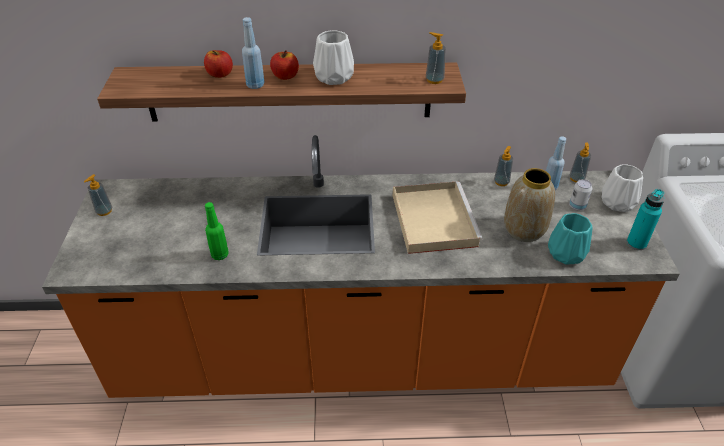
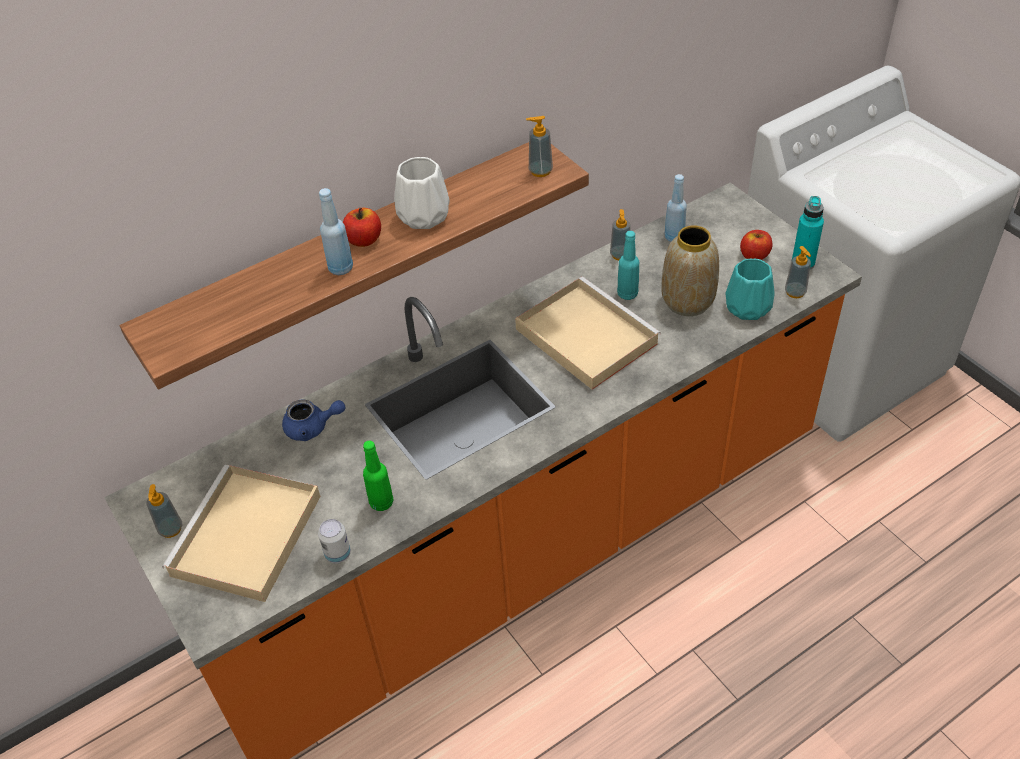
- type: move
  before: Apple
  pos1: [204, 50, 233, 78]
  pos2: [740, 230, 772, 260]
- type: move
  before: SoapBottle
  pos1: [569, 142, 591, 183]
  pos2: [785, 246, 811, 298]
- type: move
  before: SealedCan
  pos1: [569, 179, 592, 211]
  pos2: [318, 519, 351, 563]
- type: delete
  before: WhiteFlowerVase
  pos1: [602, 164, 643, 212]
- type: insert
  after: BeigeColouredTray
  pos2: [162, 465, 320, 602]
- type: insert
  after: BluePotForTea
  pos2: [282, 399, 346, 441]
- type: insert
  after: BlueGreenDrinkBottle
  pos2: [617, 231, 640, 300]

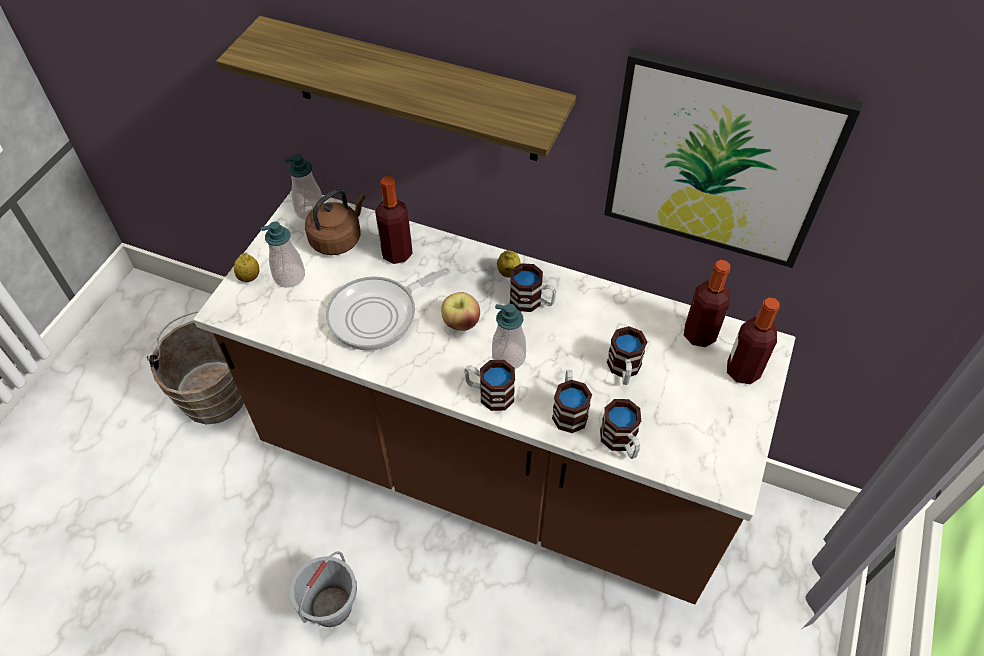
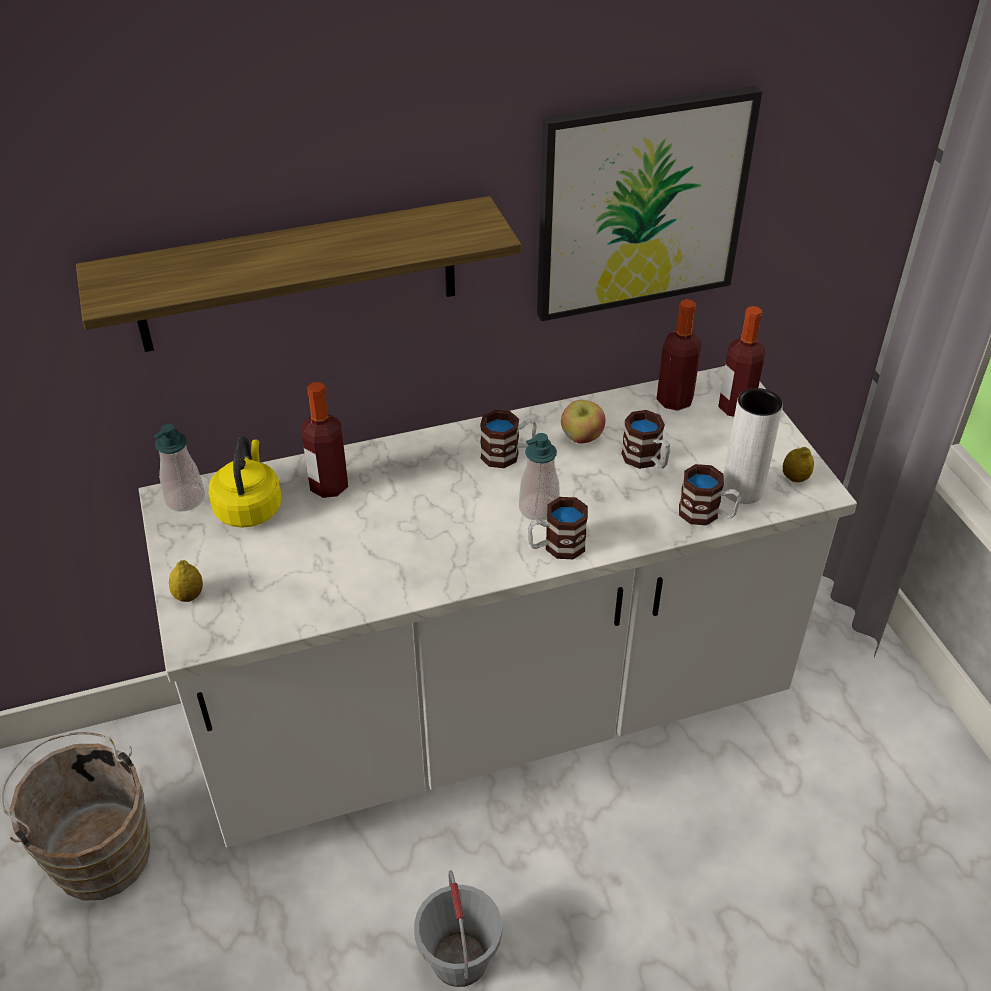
- type: recolor
  before: BrownishKitchenBaseUnit
  after: WhiteKitchenBaseUnit
  pos1: [193, 192, 795, 604]
  pos2: [139, 366, 857, 847]
- type: delete
  before: SoapBottle
  pos1: [261, 221, 305, 288]
- type: recolor
  before: BrownishKettle
  after: YellowColouredKettle
  pos1: [305, 189, 366, 255]
  pos2: [209, 436, 282, 528]
- type: delete
  before: Pan
  pos1: [326, 267, 450, 351]
- type: move
  before: Apple
  pos1: [441, 292, 480, 331]
  pos2: [561, 400, 606, 444]
- type: move
  before: Lemon
  pos1: [497, 250, 521, 278]
  pos2: [783, 447, 814, 482]
- type: delete
  before: TeaMug
  pos1: [552, 370, 592, 433]
- type: insert
  after: WhiteFlowerVase
  pos2: [722, 388, 783, 504]

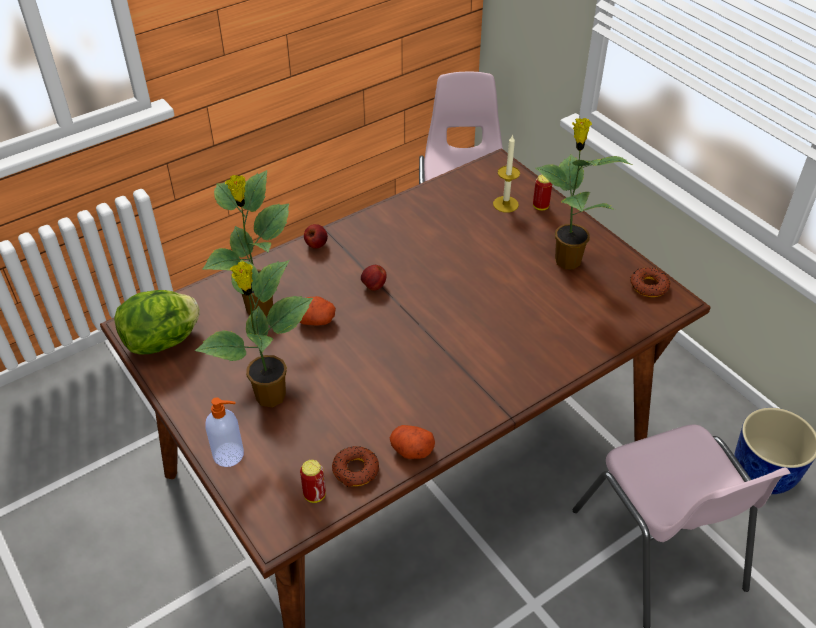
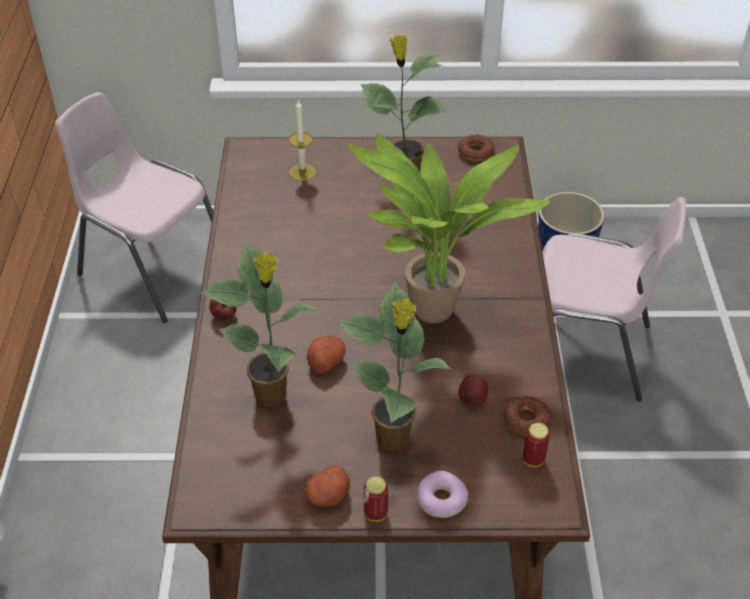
- type: delete
  before: Lettuce
  pos1: [114, 290, 200, 355]
- type: replace
  before: SoapBottle
  after: RingDoughnut
  pos1: [205, 397, 244, 467]
  pos2: [417, 471, 469, 518]
- type: move
  before: Apple
  pos1: [361, 265, 387, 291]
  pos2: [459, 375, 488, 405]
- type: move
  before: Spud
  pos1: [390, 425, 435, 459]
  pos2: [305, 465, 350, 507]
- type: move
  before: SealedCan
  pos1: [533, 174, 552, 210]
  pos2: [363, 476, 388, 522]
- type: insert
  after: PlantInAPot
  pos2: [348, 133, 551, 323]

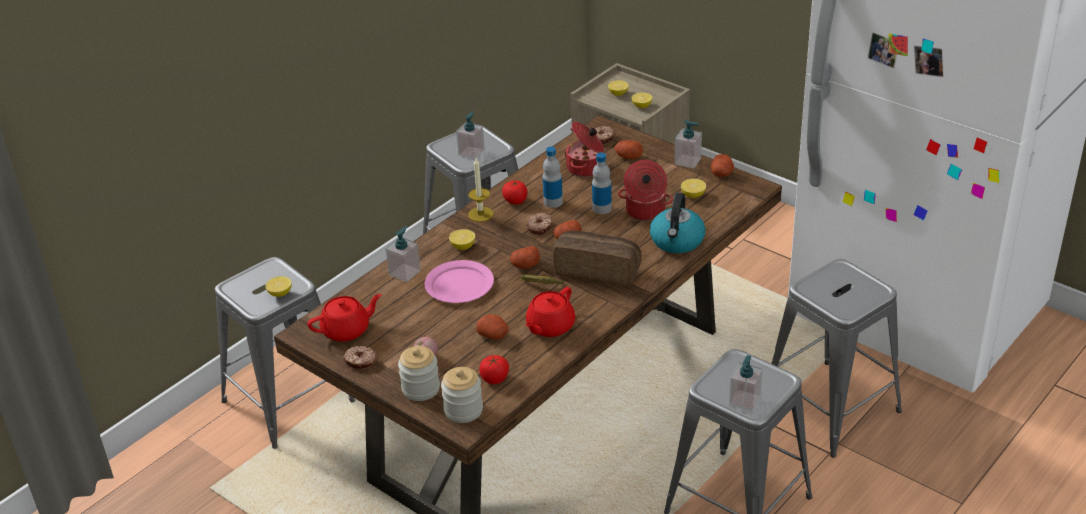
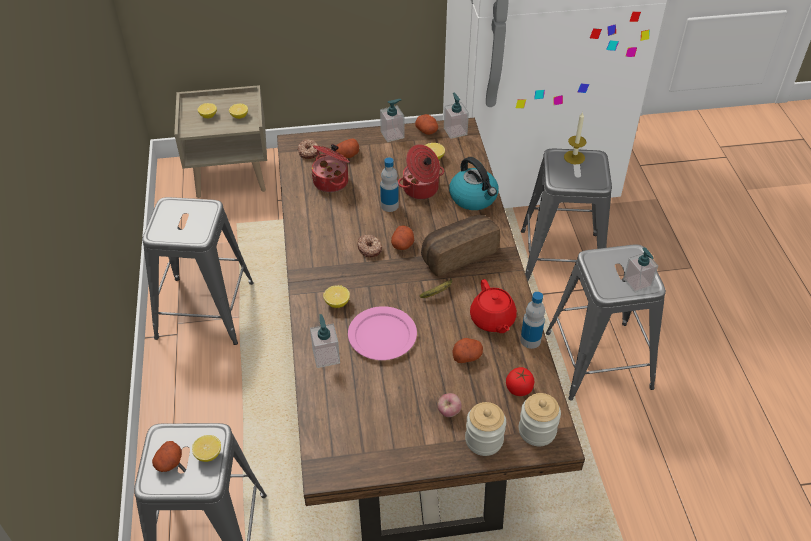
- type: delete
  before: RedPotForTea
  pos1: [307, 294, 382, 342]
- type: delete
  before: RingDoughnut
  pos1: [343, 346, 377, 369]
- type: move
  before: SoapBottle
  pos1: [456, 111, 485, 160]
  pos2: [444, 93, 469, 139]
- type: move
  before: WaxCandle
  pos1: [468, 158, 493, 222]
  pos2: [564, 112, 586, 164]
- type: delete
  before: Tomato
  pos1: [502, 180, 527, 204]
- type: move
  before: Spud
  pos1: [510, 246, 540, 269]
  pos2: [152, 441, 182, 472]
- type: move
  before: DrinkBottle
  pos1: [543, 147, 563, 208]
  pos2: [520, 292, 545, 349]

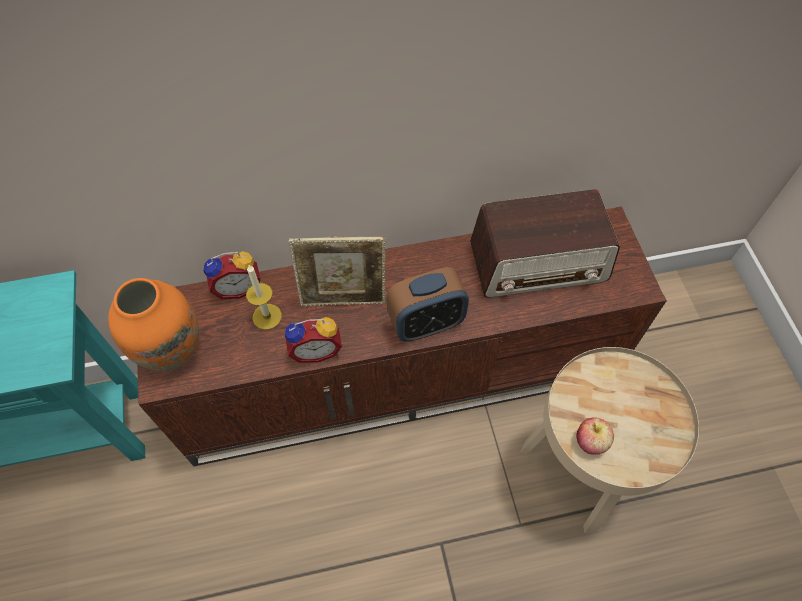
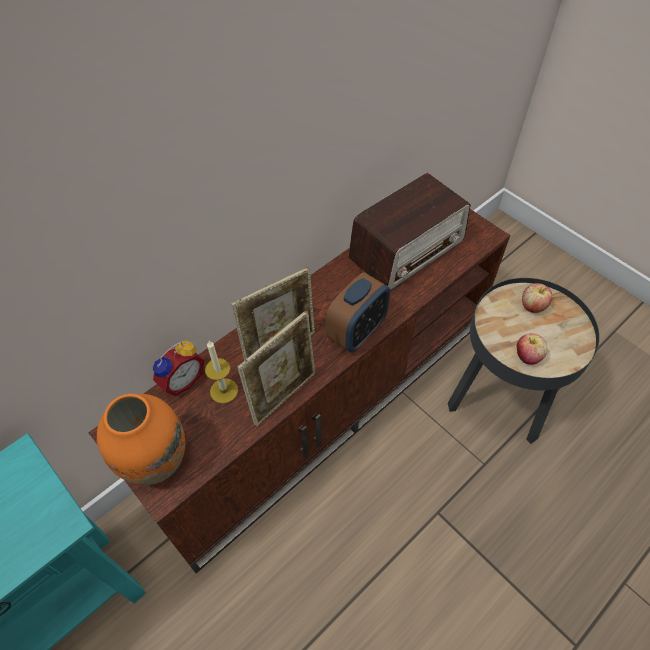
- type: replace
  before: BedsideClock
  after: PictureFrame
  pos1: [285, 317, 342, 363]
  pos2: [237, 311, 315, 427]
- type: recolor
  before: BeigeColouredAccentTable
  after: BlackAccentTable
  pos1: [521, 347, 699, 533]
  pos2: [448, 278, 600, 444]
- type: insert
  after: Apple
  pos2: [522, 283, 552, 313]

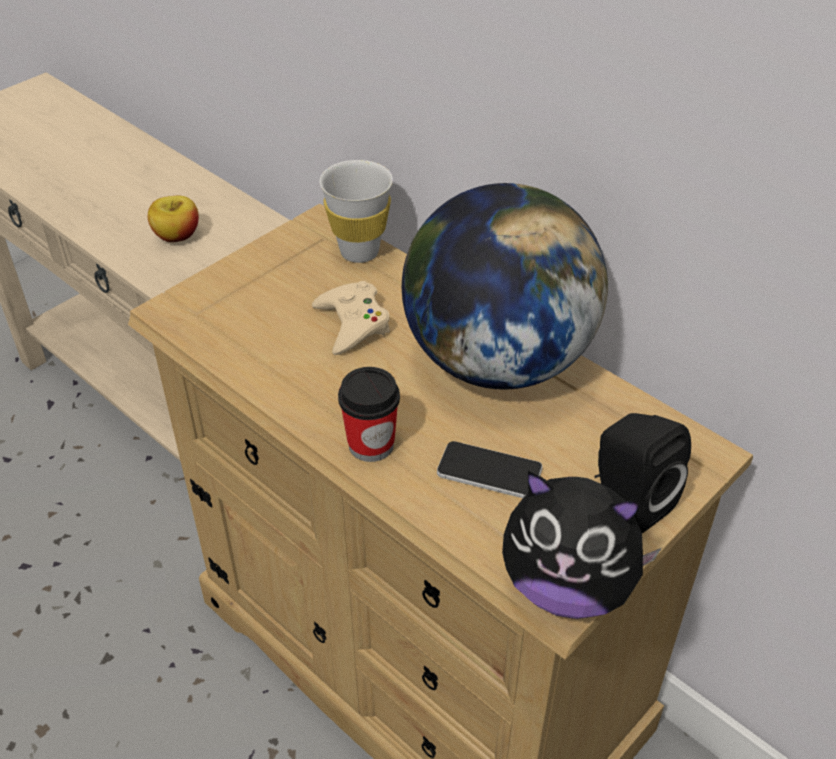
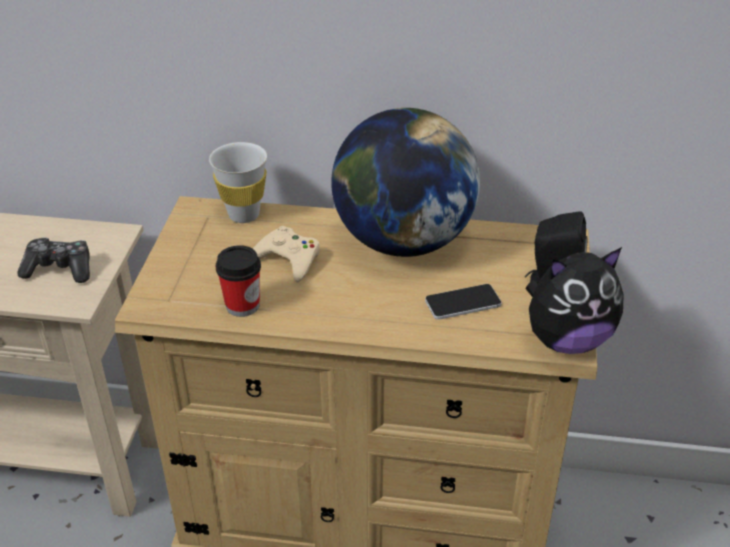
- type: replace
  before: Apple
  after: Joypad
  pos1: [148, 196, 199, 242]
  pos2: [17, 237, 90, 283]
- type: move
  before: SmallCup
  pos1: [338, 367, 400, 462]
  pos2: [215, 245, 261, 317]

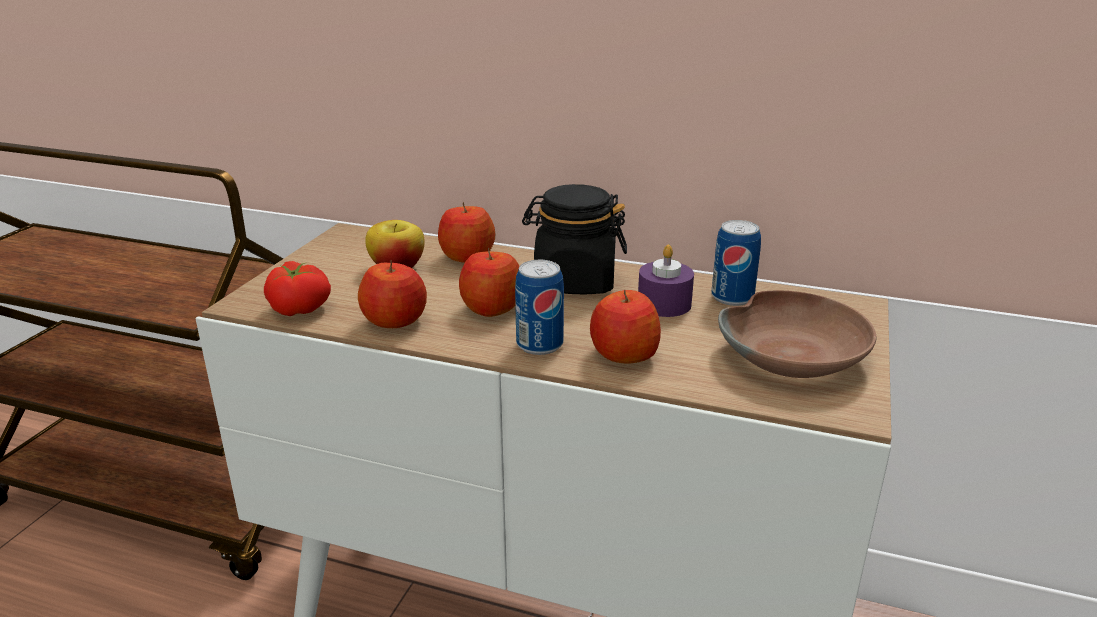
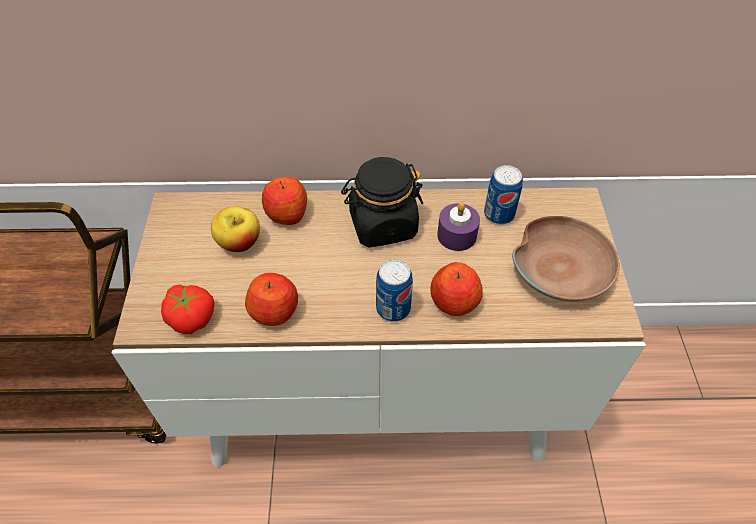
- type: delete
  before: Apple
  pos1: [459, 248, 519, 317]

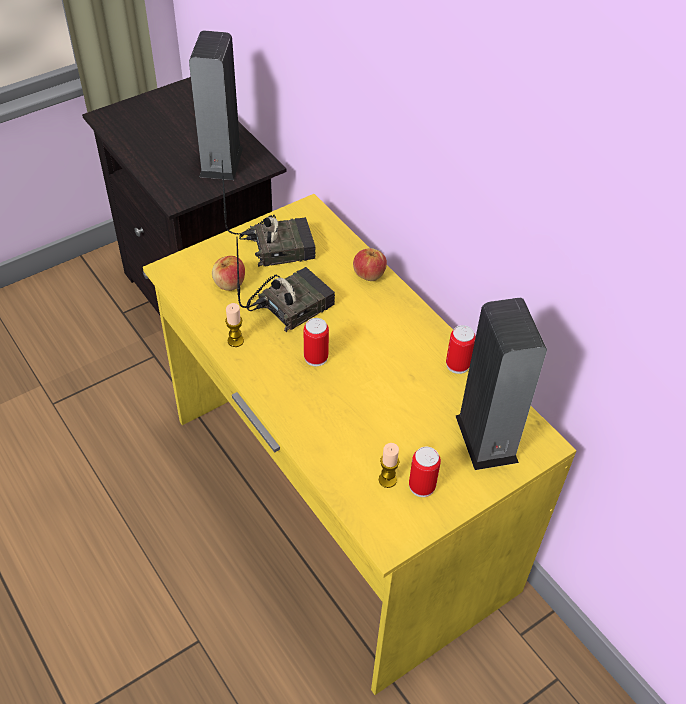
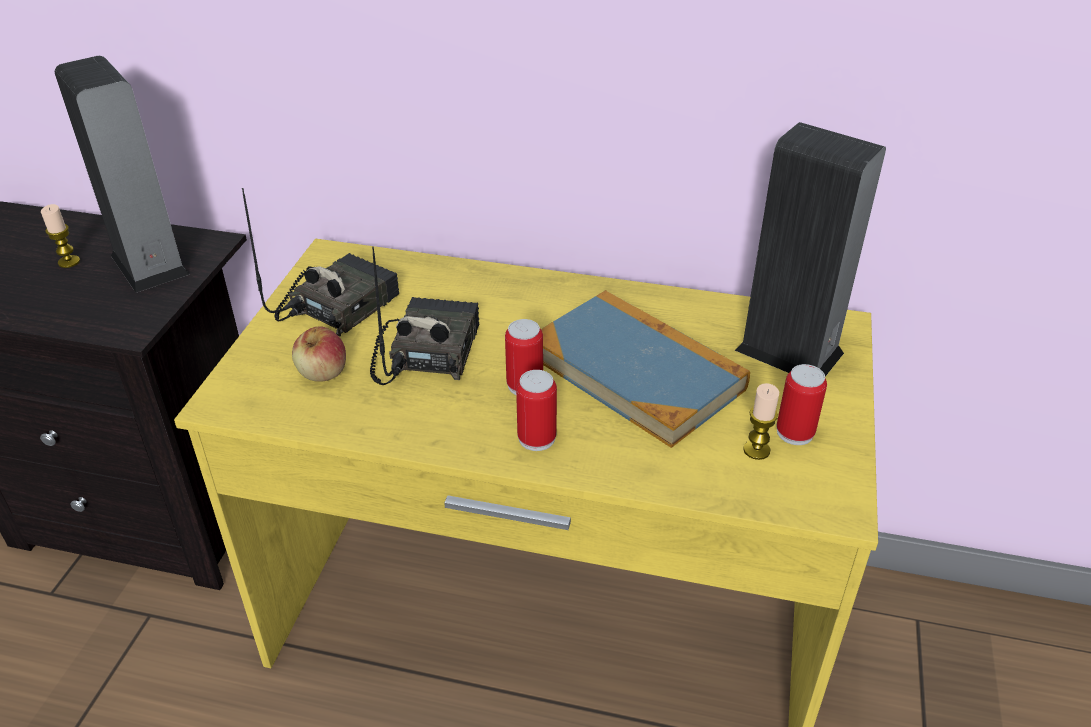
- type: move
  before: WaxCandle
  pos1: [225, 303, 244, 347]
  pos2: [41, 204, 80, 268]
- type: delete
  before: Apple
  pos1: [353, 248, 387, 281]
- type: move
  before: SealedCan
  pos1: [446, 325, 476, 374]
  pos2: [516, 370, 557, 451]
- type: insert
  after: Book
  pos2: [541, 290, 750, 448]

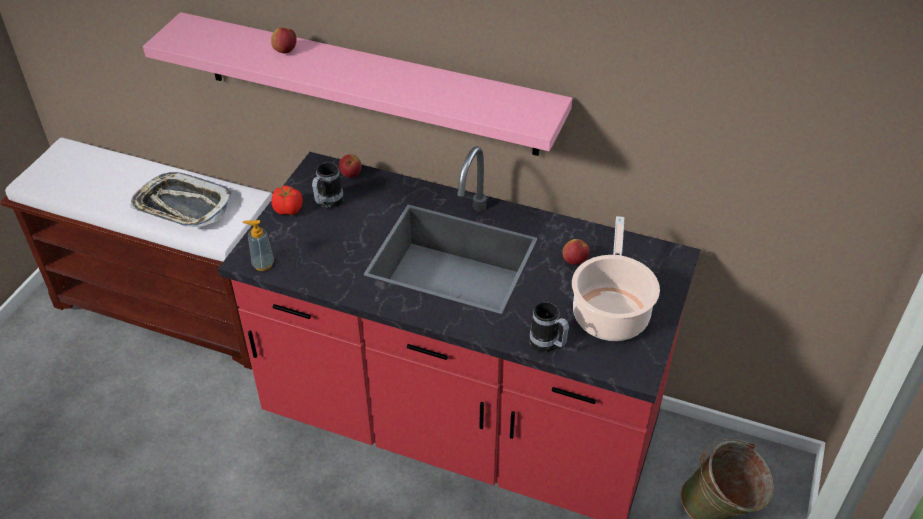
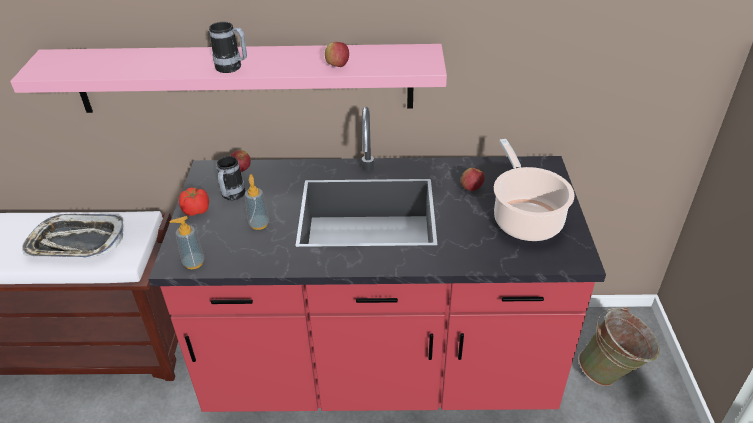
- type: move
  before: Apple
  pos1: [271, 28, 297, 54]
  pos2: [325, 42, 349, 67]
- type: move
  before: TeaMug
  pos1: [530, 301, 569, 353]
  pos2: [209, 22, 247, 73]
- type: insert
  after: SoapBottle
  pos2: [245, 174, 269, 230]

